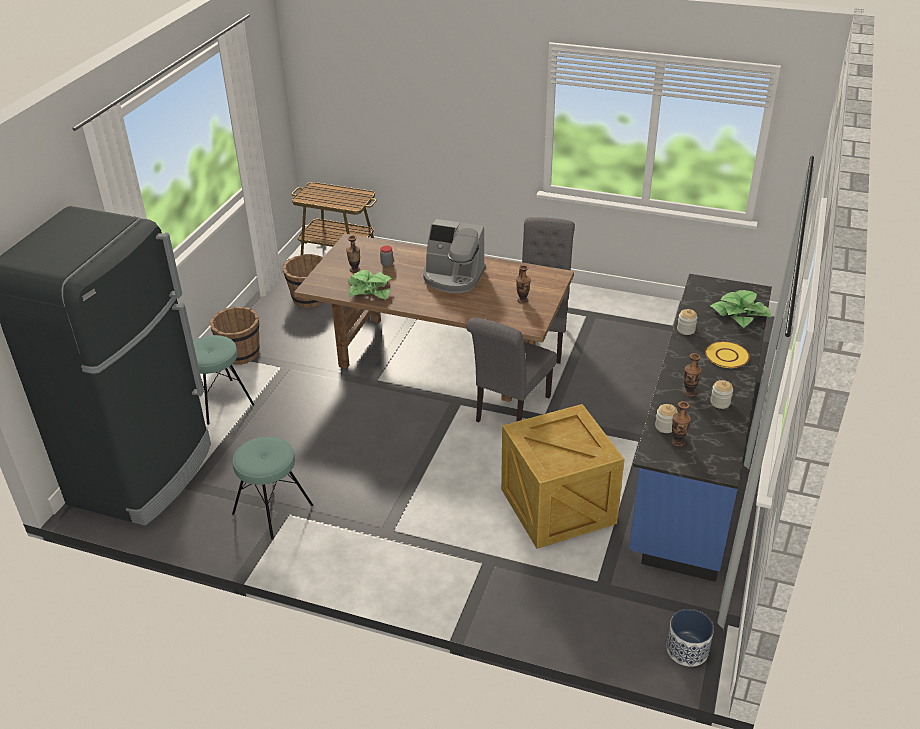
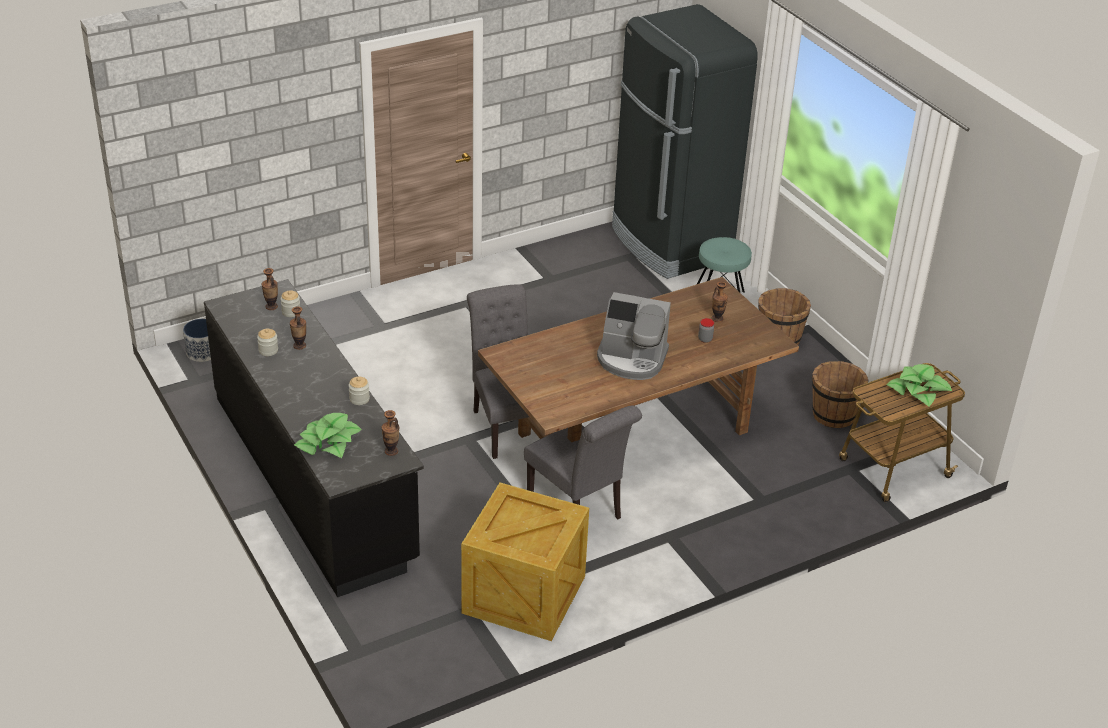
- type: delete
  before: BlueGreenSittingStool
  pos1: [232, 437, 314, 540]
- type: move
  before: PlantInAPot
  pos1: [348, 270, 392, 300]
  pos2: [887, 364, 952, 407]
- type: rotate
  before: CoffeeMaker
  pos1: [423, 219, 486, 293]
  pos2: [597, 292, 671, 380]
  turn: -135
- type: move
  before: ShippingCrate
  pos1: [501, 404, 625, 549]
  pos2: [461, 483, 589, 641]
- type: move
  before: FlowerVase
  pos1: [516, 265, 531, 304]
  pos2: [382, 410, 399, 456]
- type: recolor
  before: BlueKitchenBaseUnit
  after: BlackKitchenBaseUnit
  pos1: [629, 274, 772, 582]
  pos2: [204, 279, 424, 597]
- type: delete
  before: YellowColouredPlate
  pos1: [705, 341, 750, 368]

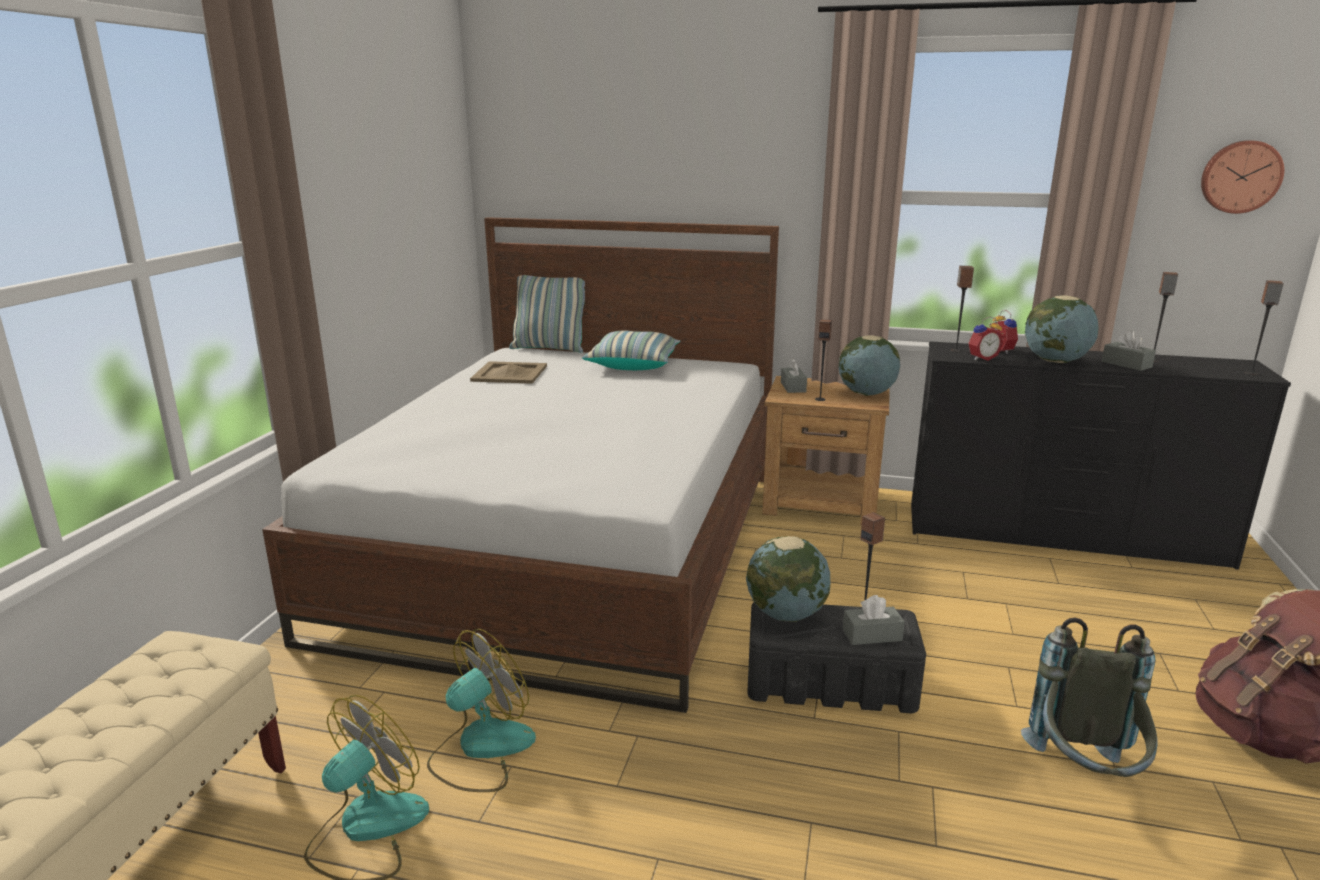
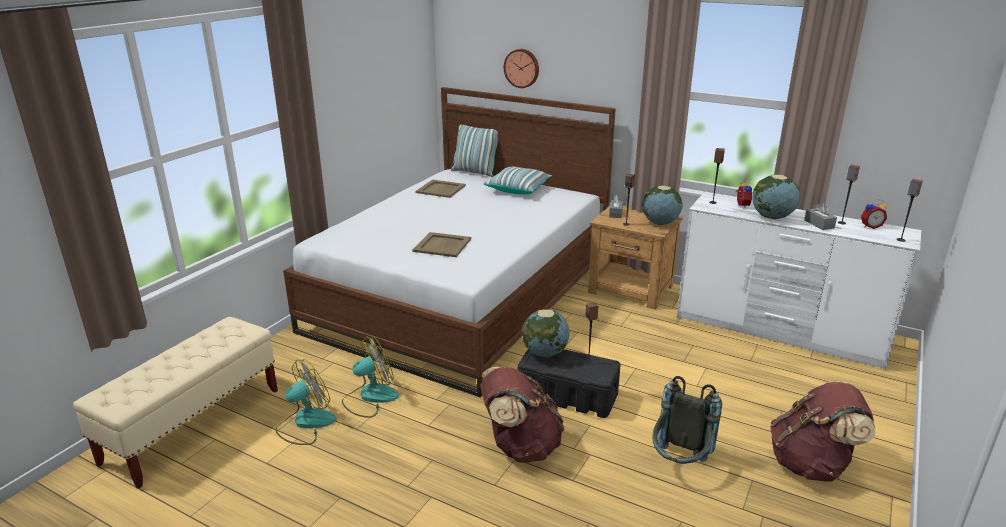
- type: delete
  before: GreyTissueBox
  pos1: [843, 595, 905, 645]
- type: recolor
  before: BlackDrawerChest
  after: WhiteDrawerChest
  pos1: [911, 341, 1291, 570]
  pos2: [677, 193, 921, 370]
- type: move
  before: BedsideClock
  pos1: [968, 317, 1003, 361]
  pos2: [861, 199, 887, 229]
- type: move
  before: ClockOnTheWall
  pos1: [1201, 140, 1284, 214]
  pos2: [504, 49, 539, 88]
- type: insert
  after: BeigeColouredTray
  pos2: [413, 232, 471, 257]
- type: insert
  after: BrownishBackpack
  pos2: [480, 367, 565, 463]

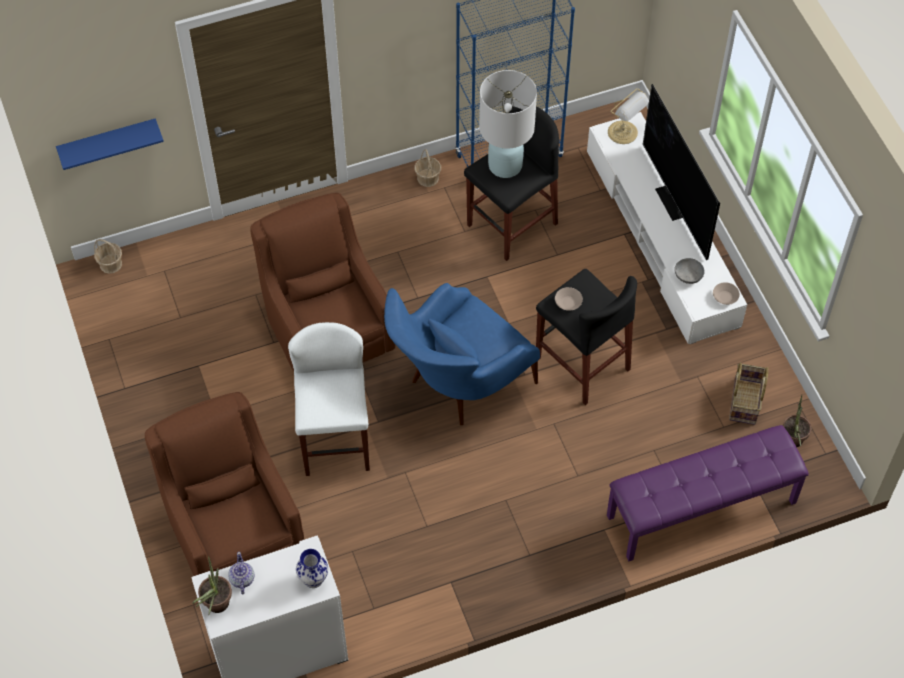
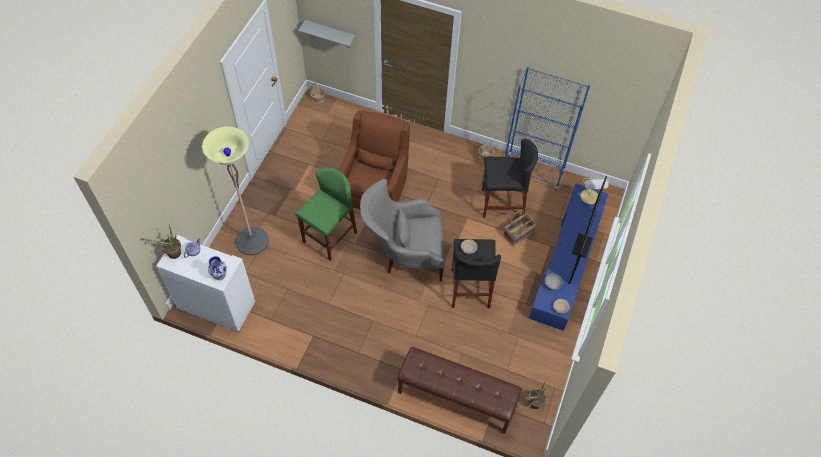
- type: recolor
  before: BlueWallShelf
  after: GreyWallShelf
  pos1: [56, 118, 164, 170]
  pos2: [298, 20, 356, 48]
- type: replace
  before: BrownishArmchair
  after: StandardLamp
  pos1: [145, 392, 304, 576]
  pos2: [202, 126, 269, 255]
- type: recolor
  before: WhiteSittingStool
  after: GreenColouredSittingStool
  pos1: [288, 322, 370, 476]
  pos2: [295, 168, 357, 261]
- type: recolor
  before: BlueArmchair
  after: GreyArmchair
  pos1: [384, 283, 540, 425]
  pos2: [360, 179, 445, 282]
- type: delete
  before: WhiteLampForATable
  pos1: [479, 70, 537, 178]
- type: recolor
  before: WhiteTvStand
  after: BlueTvStand
  pos1: [587, 112, 747, 344]
  pos2: [529, 184, 608, 331]
- type: recolor
  before: PurpleColouredBench
  after: BrownishBench
  pos1: [607, 425, 809, 561]
  pos2: [397, 347, 521, 434]
- type: move
  before: HouseholdBasket
  pos1: [729, 363, 769, 425]
  pos2: [503, 210, 536, 246]

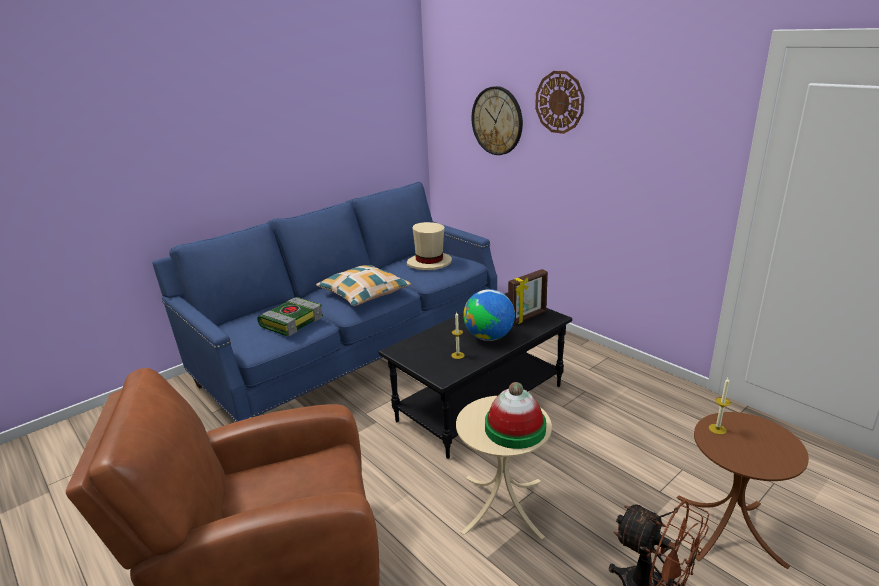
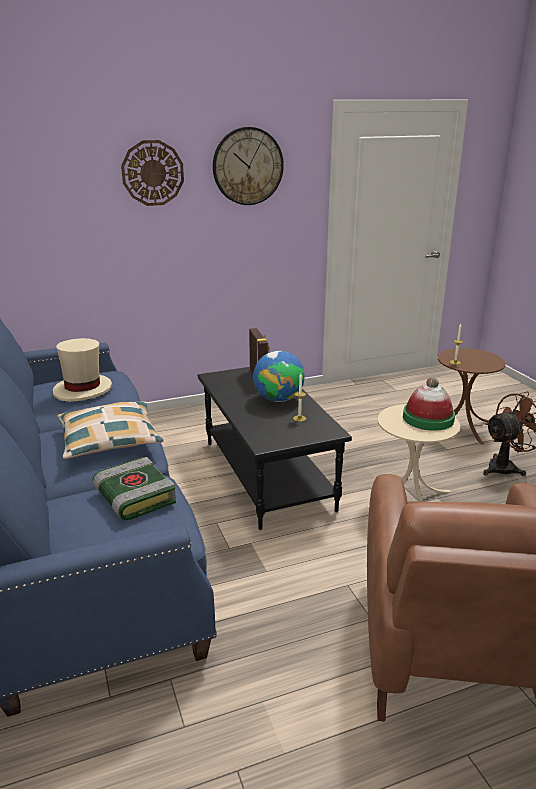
- type: move
  before: ClockOnTheWall
  pos1: [472, 86, 523, 155]
  pos2: [213, 127, 284, 205]

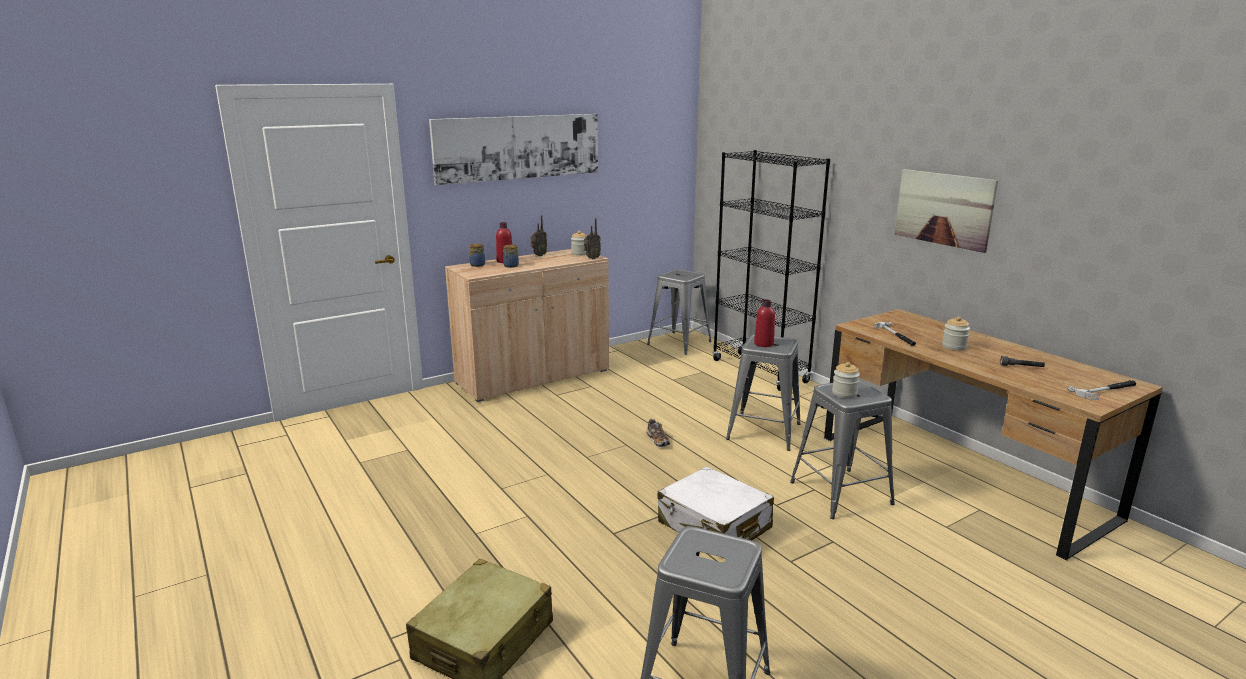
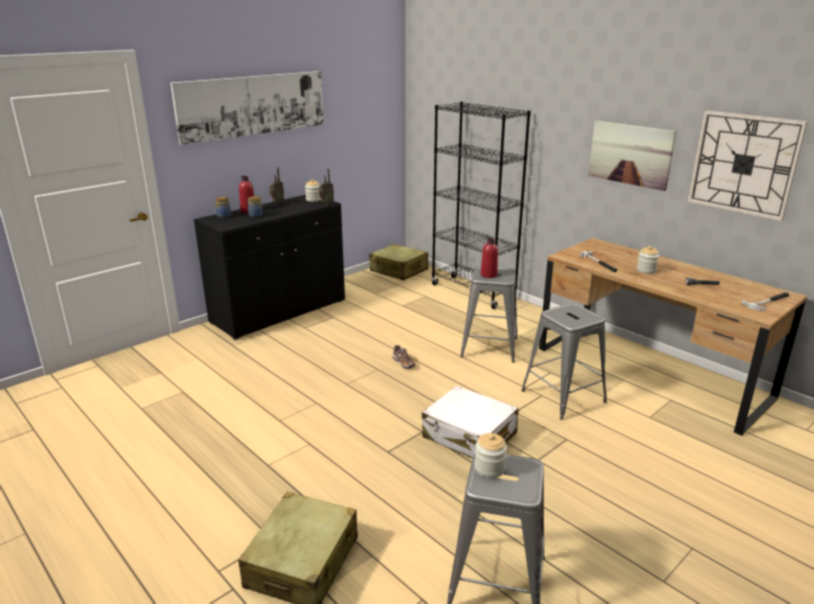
- type: recolor
  before: BeigeColouredStorageCabinet
  after: BlackStorageCabinet
  pos1: [445, 249, 609, 402]
  pos2: [194, 195, 345, 340]
- type: replace
  before: GreySittingStool
  after: BeigeColouredSuitcase
  pos1: [647, 269, 712, 355]
  pos2: [369, 244, 429, 280]
- type: move
  before: Jar
  pos1: [832, 362, 860, 398]
  pos2: [475, 433, 507, 478]
- type: insert
  after: ClockOnTheWall
  pos2: [688, 111, 808, 221]

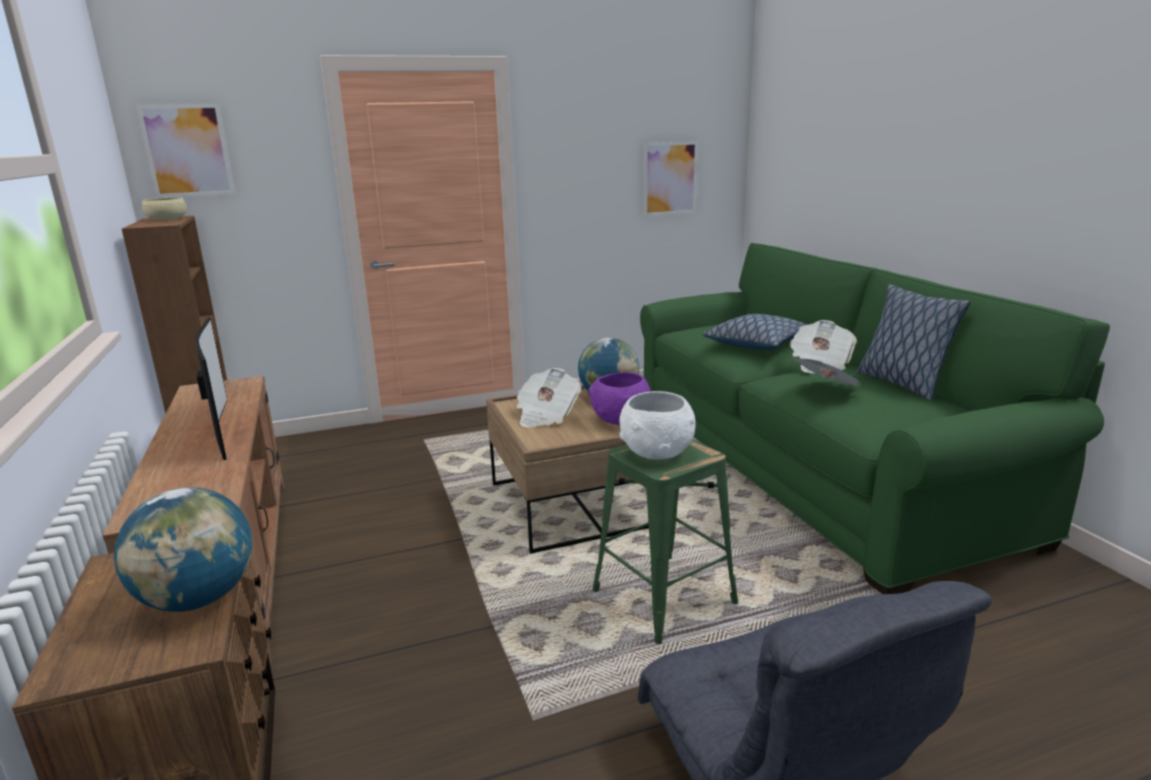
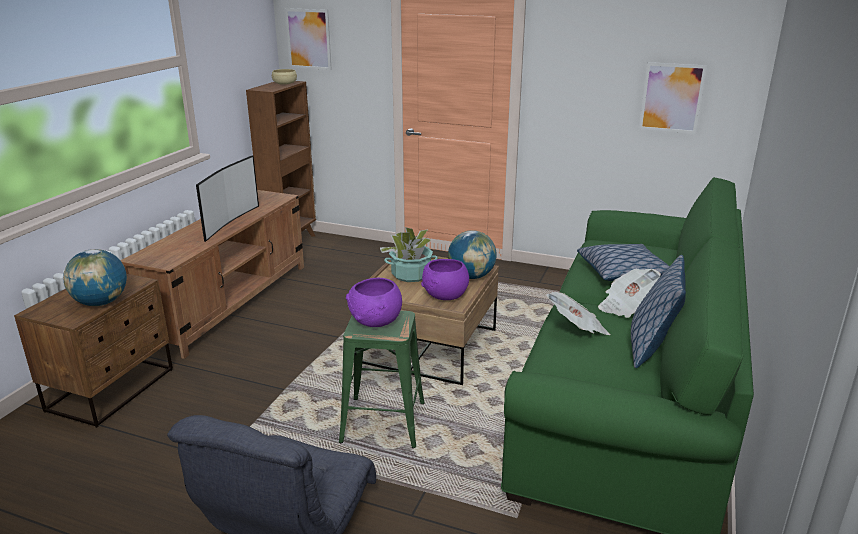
- type: replace
  before: DailyPaper
  after: PlantInAPot
  pos1: [516, 368, 581, 427]
  pos2: [380, 227, 438, 282]
- type: recolor
  before: WhiteDeepDish
  after: PurpleColouredDeepDish
  pos1: [620, 391, 696, 459]
  pos2: [346, 278, 402, 327]

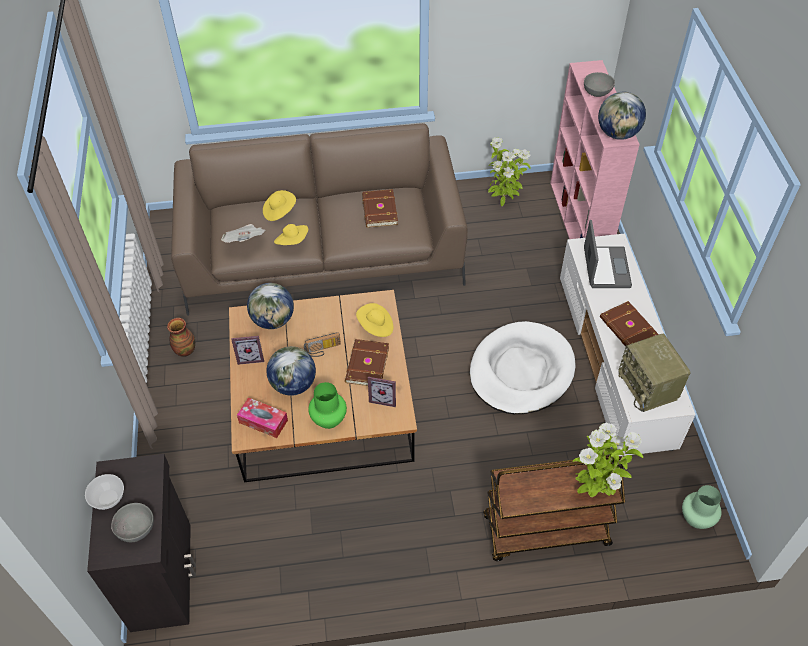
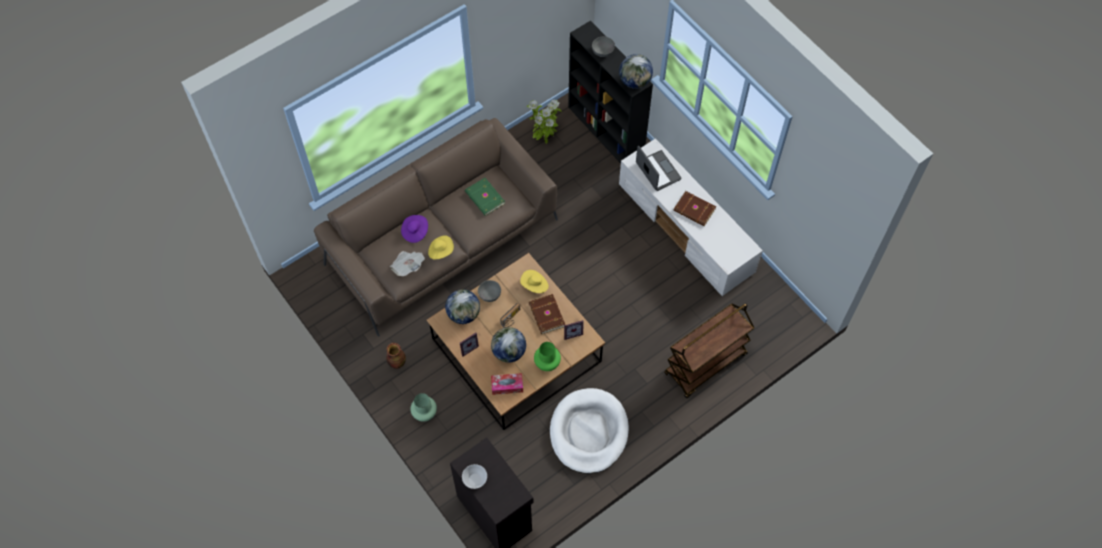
- type: move
  before: GreyDeepDish
  pos1: [111, 503, 154, 542]
  pos2: [478, 280, 501, 302]
- type: recolor
  before: YellowColouredHat
  after: PurpleColouredHat
  pos1: [263, 190, 296, 221]
  pos2: [401, 215, 428, 243]
- type: recolor
  before: BrownishBook
  after: GreenColouredBook
  pos1: [362, 189, 398, 228]
  pos2: [465, 178, 505, 216]
- type: move
  before: WhitePetBed
  pos1: [470, 321, 576, 414]
  pos2: [550, 388, 629, 474]
- type: recolor
  before: PinkishBookcase
  after: BlackBookcase
  pos1: [550, 60, 640, 239]
  pos2: [568, 21, 653, 163]
- type: delete
  before: PlantInAPot
  pos1: [573, 423, 643, 497]
- type: delete
  before: RadioReceiver
  pos1: [618, 334, 691, 412]
- type: move
  before: GreenColouredFlowerVase
  pos1: [682, 485, 722, 529]
  pos2: [410, 393, 437, 422]

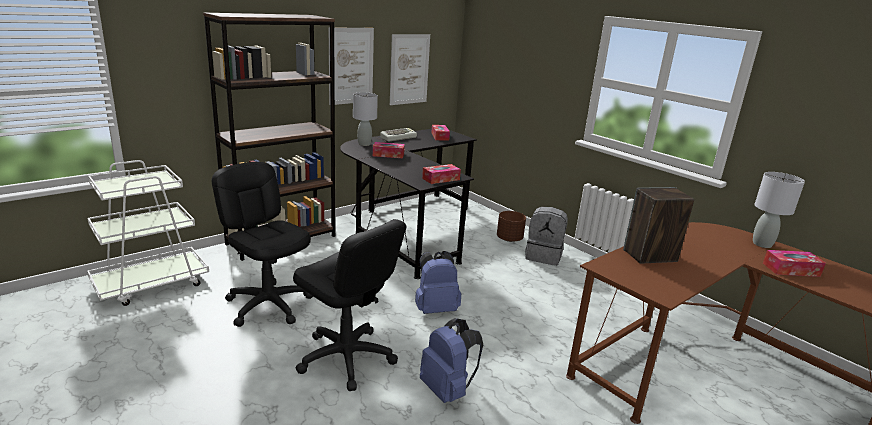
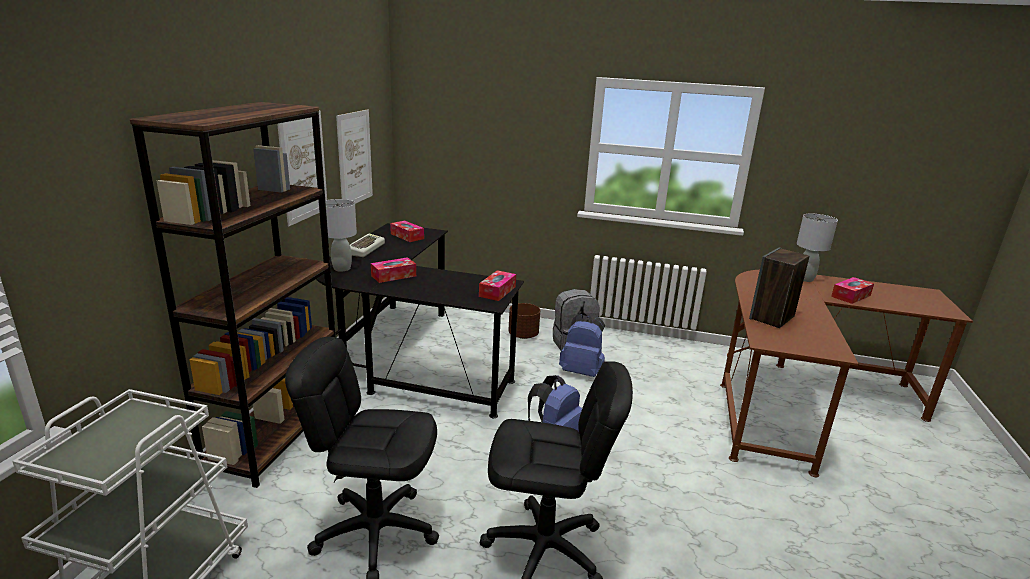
- type: move
  before: BlueBackpack
  pos1: [420, 318, 483, 403]
  pos2: [559, 314, 605, 377]

